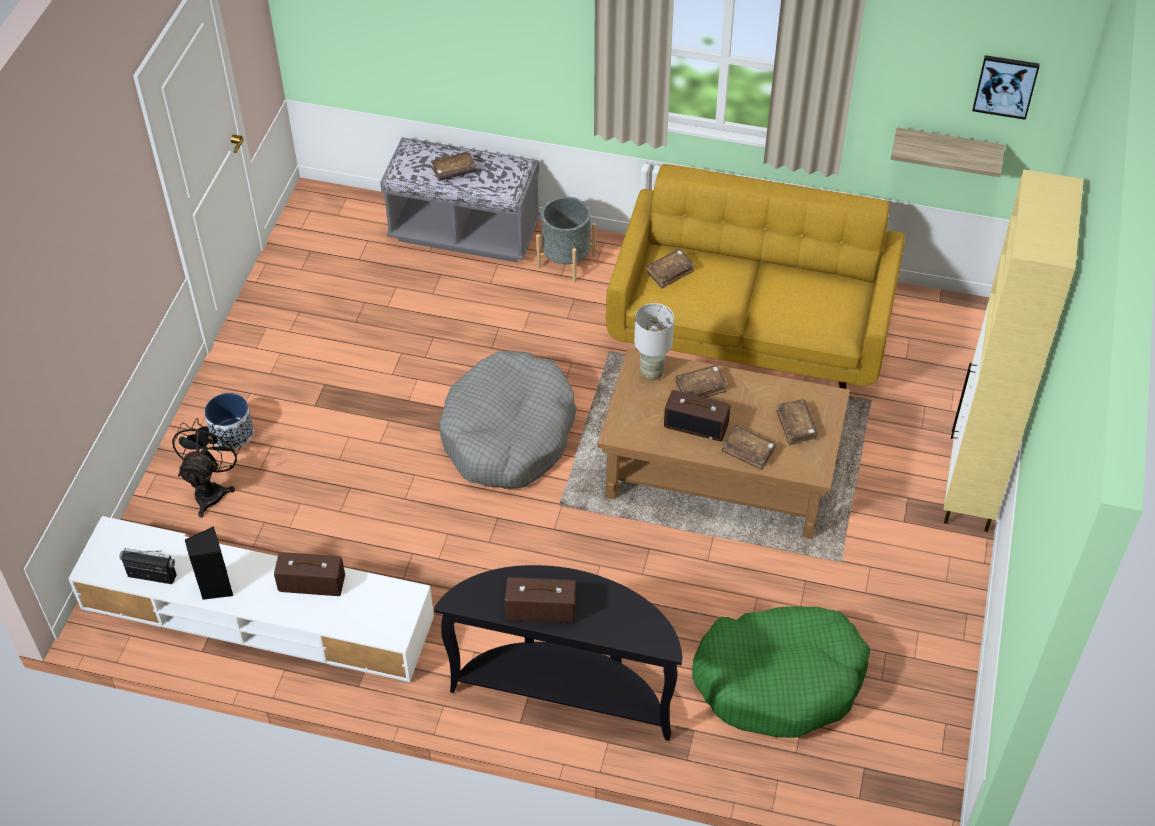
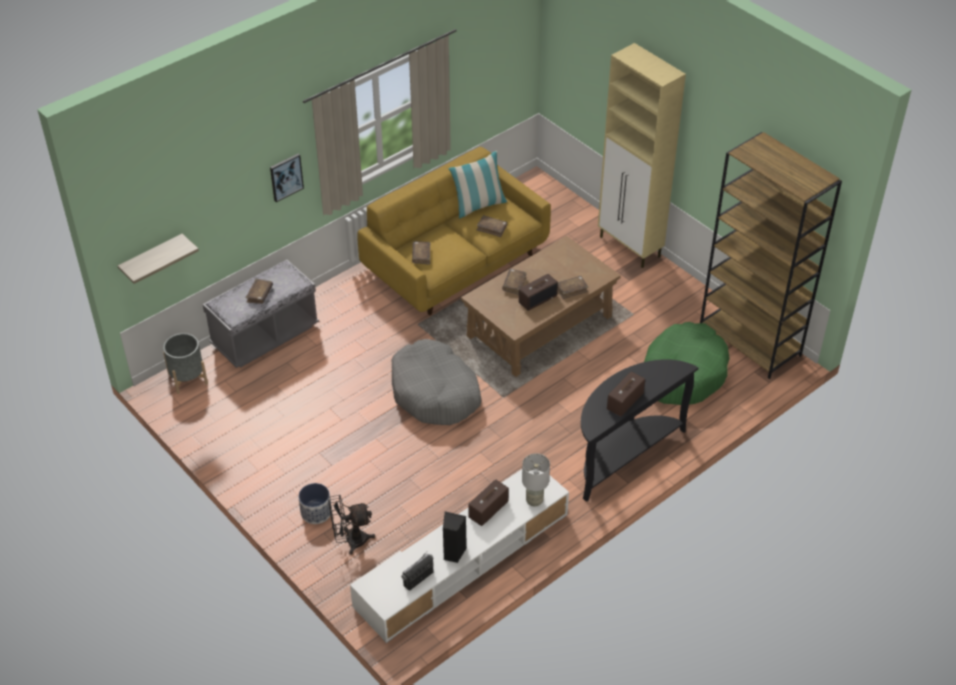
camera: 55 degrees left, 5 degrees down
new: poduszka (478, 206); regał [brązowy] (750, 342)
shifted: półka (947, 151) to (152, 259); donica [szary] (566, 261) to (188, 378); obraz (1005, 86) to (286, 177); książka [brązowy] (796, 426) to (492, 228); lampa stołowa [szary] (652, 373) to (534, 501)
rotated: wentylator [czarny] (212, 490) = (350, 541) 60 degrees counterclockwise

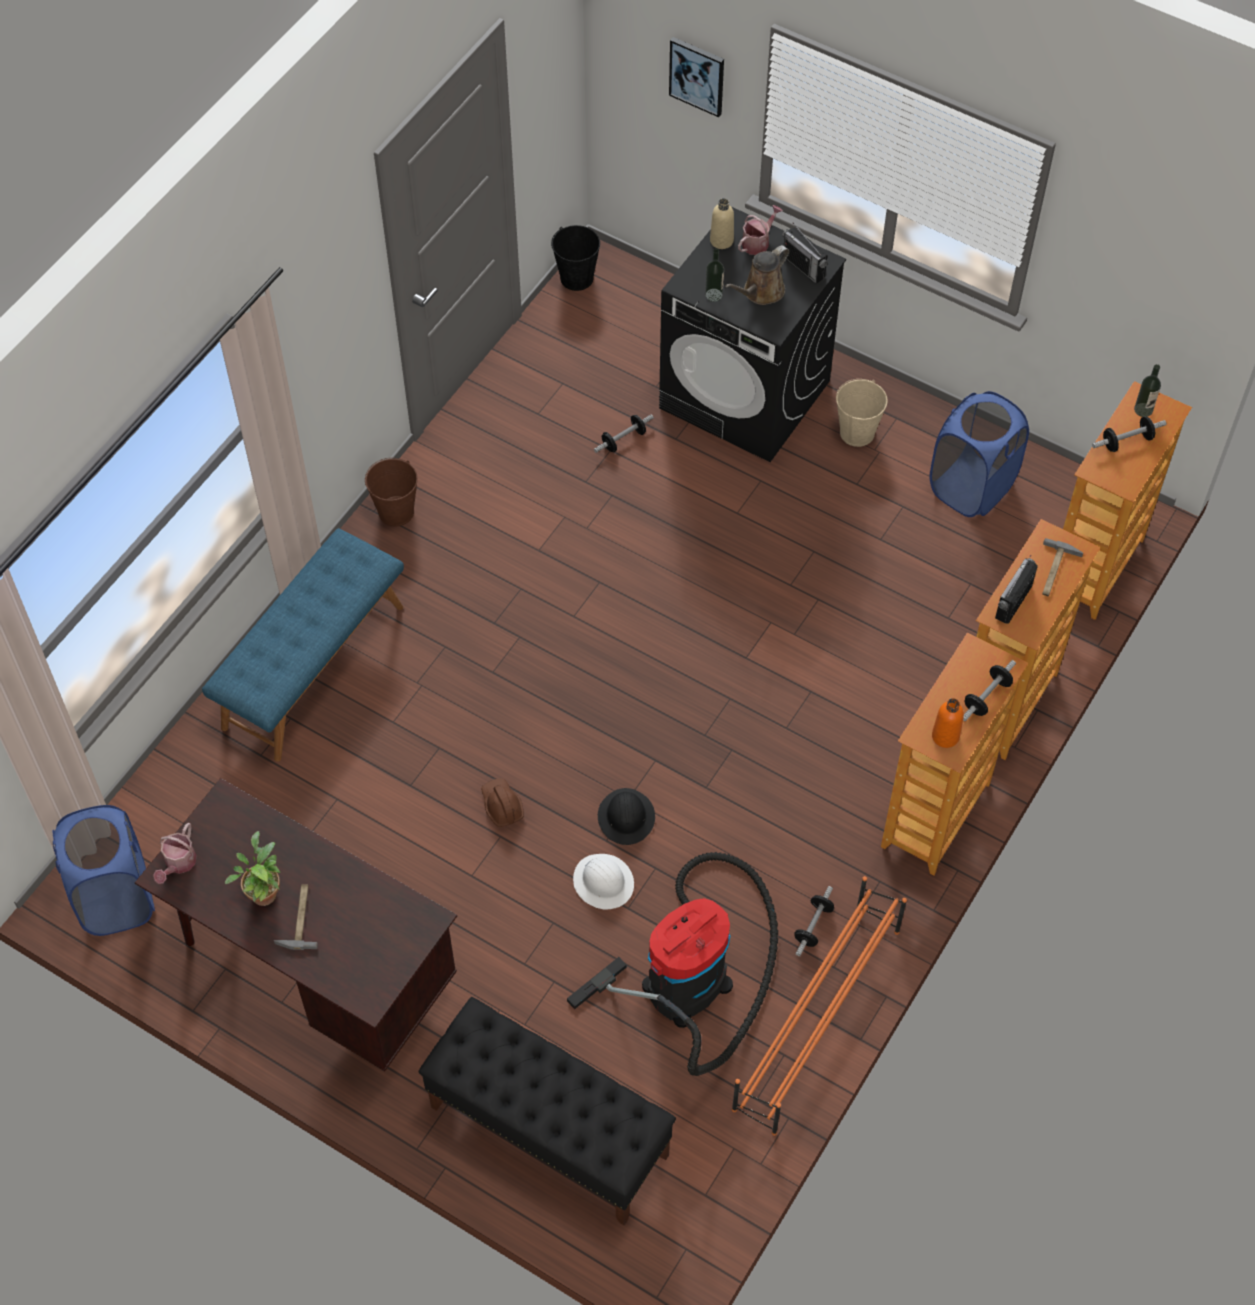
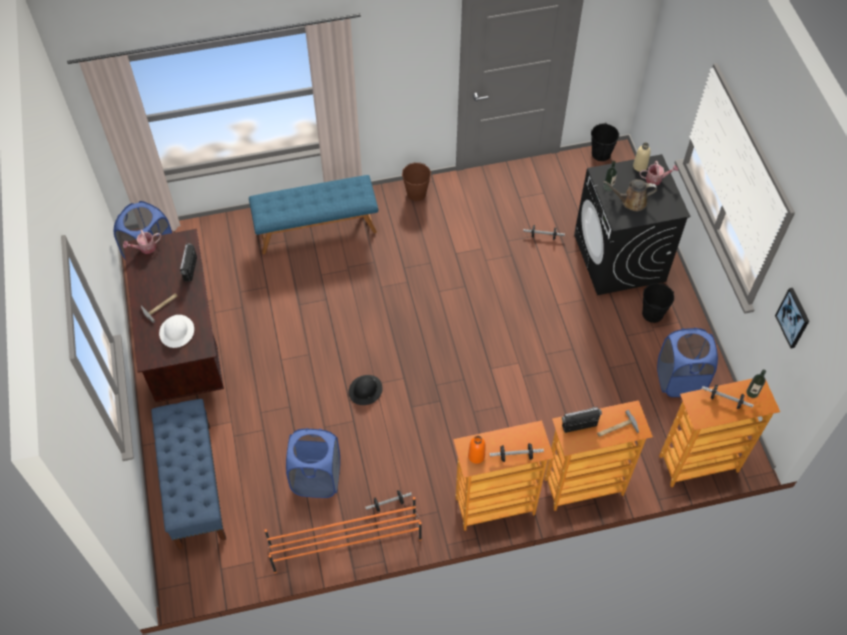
camera: 45 degrees right, 0 degrees up
gone: roślina doniczkowa (262, 892); kask [brązowy] (502, 805)
shifted: kask [biały] (603, 882) to (177, 332); radio (803, 267) to (190, 269); obraz (697, 75) to (793, 318)
swapped: odkurzacz (693, 978) to kosz na pranie [niebieski] (316, 478)
repainted: ławka [czarny] (548, 1131) to ławka [niebieski] (194, 485); wiadro [beżowy] (857, 432) to wiadro [czarny] (652, 313)

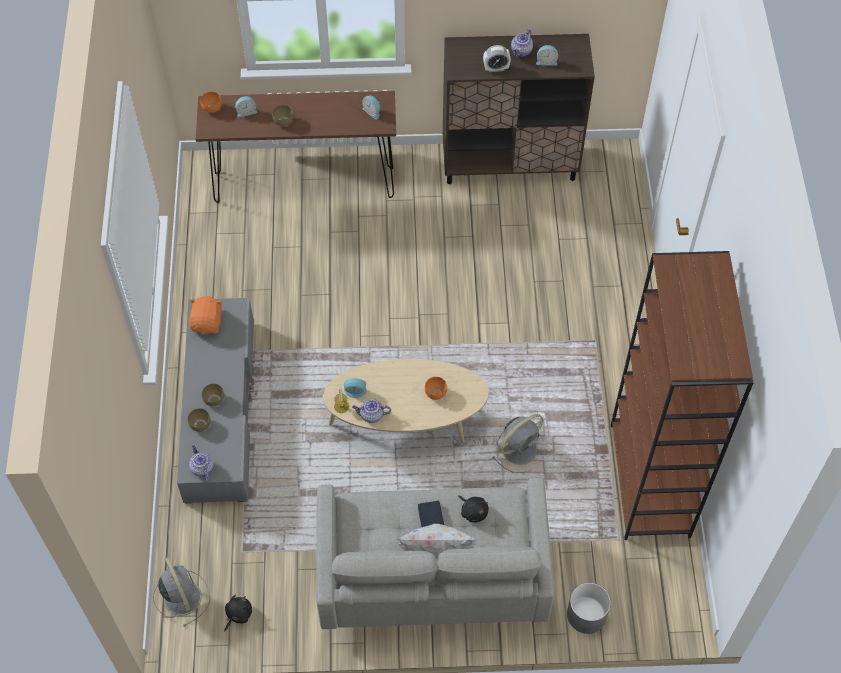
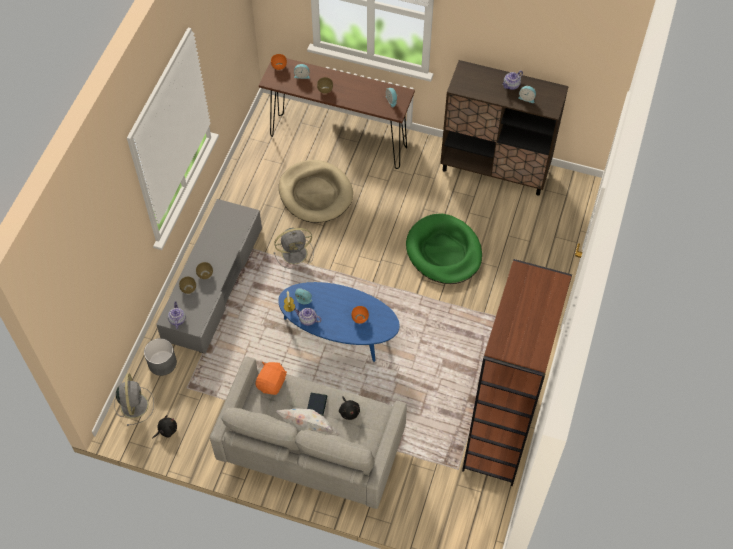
camera: 20 degrees right, 0 degrees up
gone: budzik (496, 68)
new: legowisko [beżowy] (315, 193); legowisko [zielony] (444, 251)
shifted: donica [szary] (586, 615) to (162, 363); pluszak [pomarańczowy] (207, 323) to (272, 383); wentylator [szary] (520, 449) to (295, 253)
repainted: ława [beżowy] (406, 422) to ława [niebieski] (339, 334)

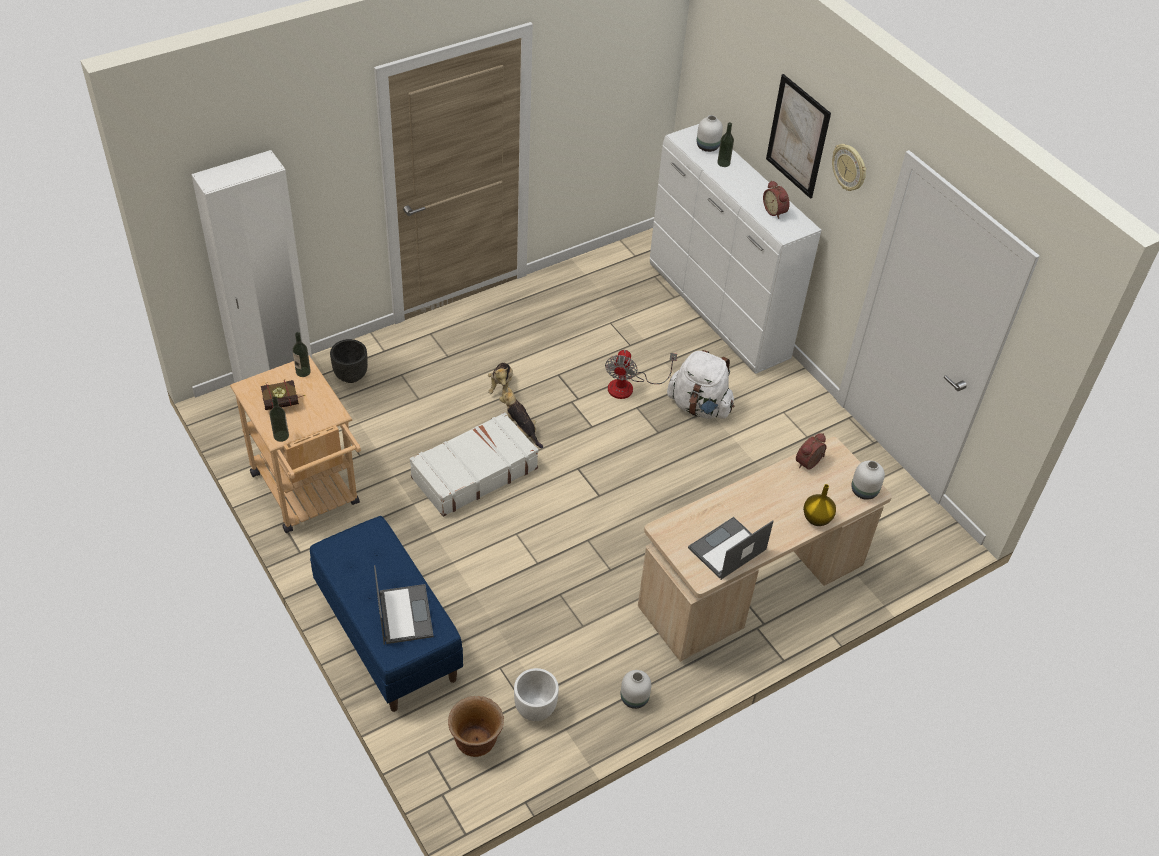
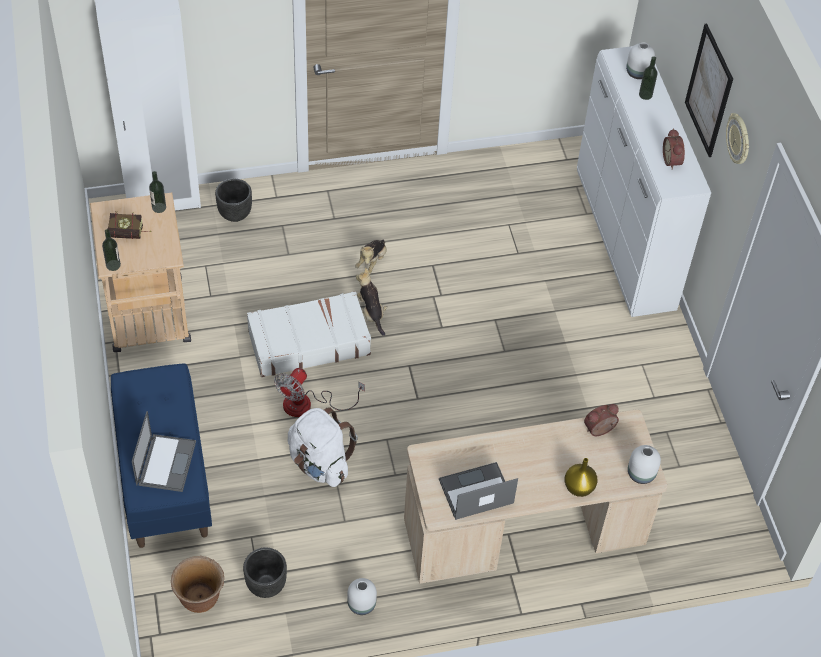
camera: 20 degrees right, 5 degrees up
shifted: wentylator (629, 386) to (308, 404); plecak [biały] (699, 407) to (320, 464)
repainted: donica [biały] (535, 709) to donica [czarny] (265, 586)

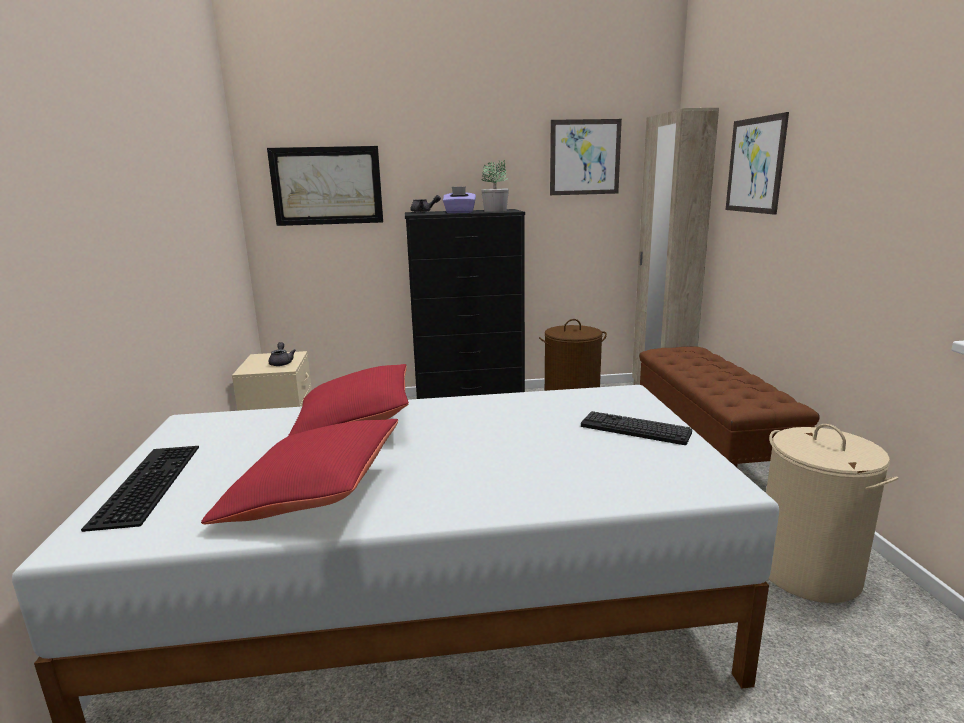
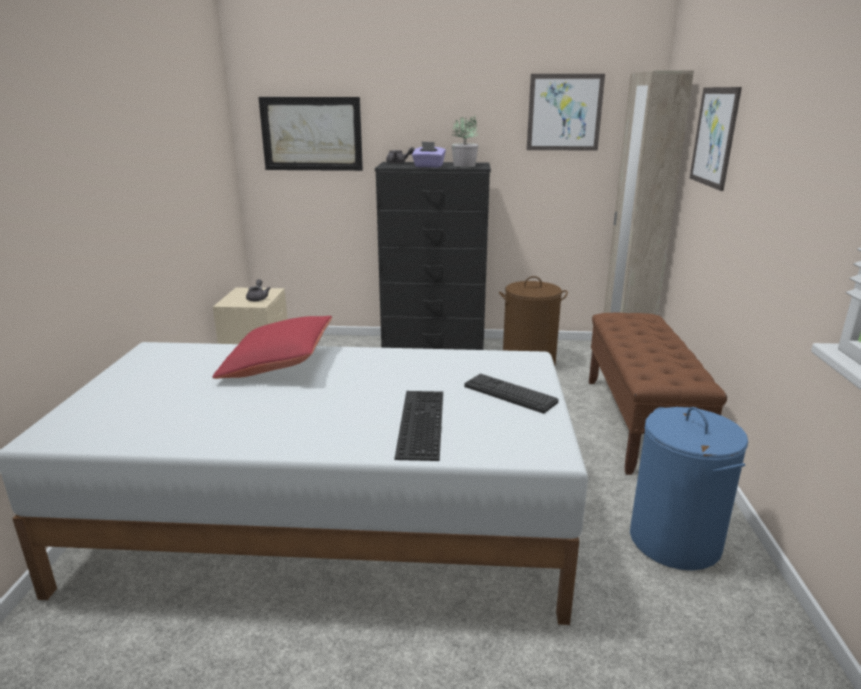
camera: 10 degrees right, 5 degrees up
gone: poduszka [czerwony] (312, 494)
shifted: klawiatura (145, 483) to (418, 422)
repainted: kosz na pranie [beżowy] (809, 572) to kosz na pranie [niebieski] (675, 541)

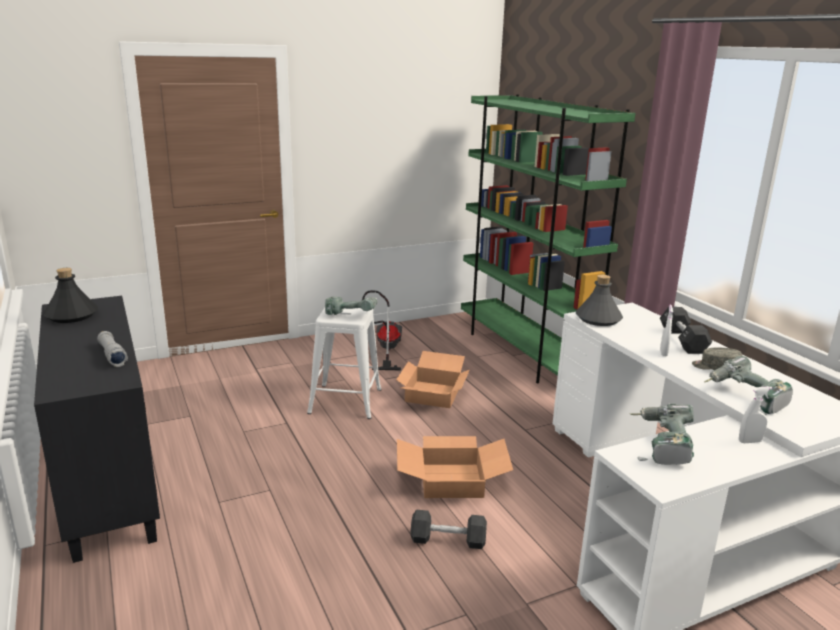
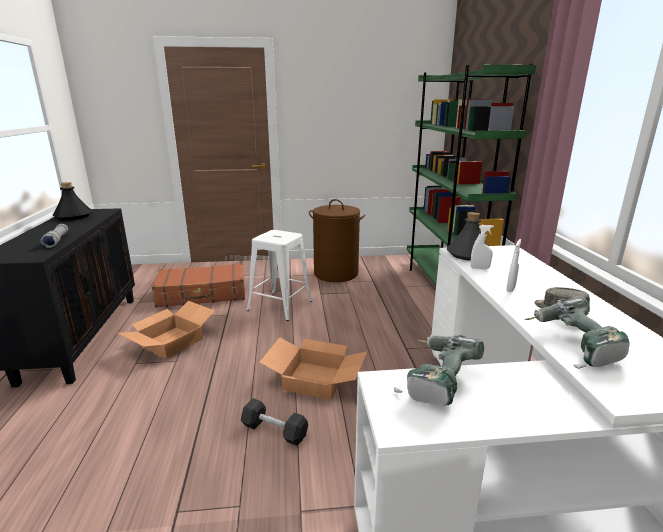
camera: 20 degrees right, 0 degrees up
gone: wiertarka (352, 314); hantel [czarny] (682, 341)
new: walizka [brązowy] (202, 294)
shifted: karton (432, 393) to (171, 341); spryskiwacz [biały] (750, 441) to (479, 268)
swapped: odkurzacz (385, 349) to kosz na pranie [brązowy] (336, 273)

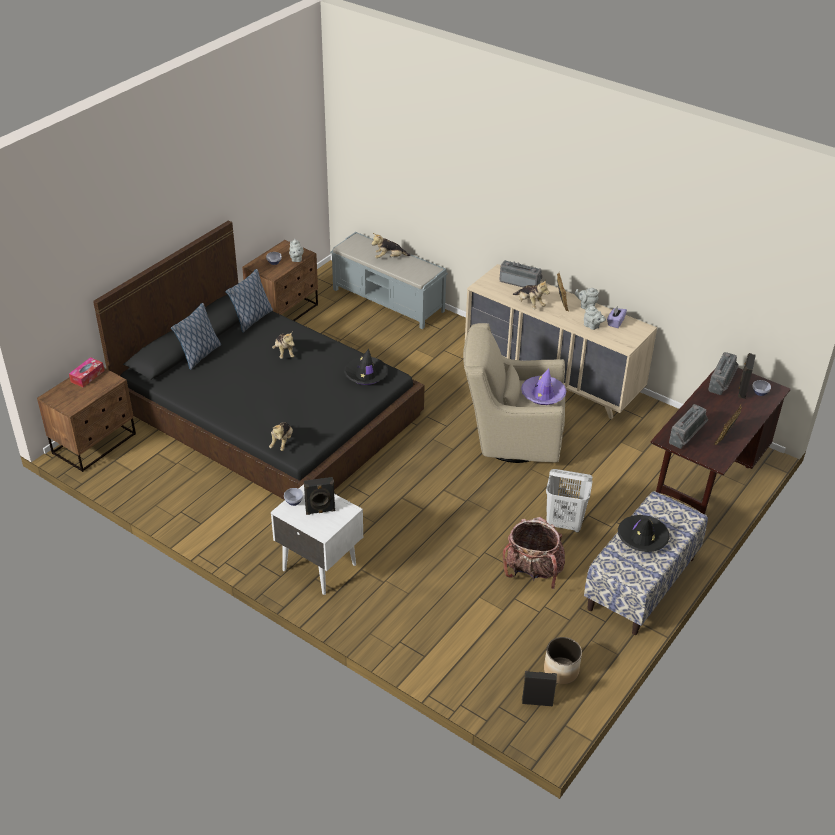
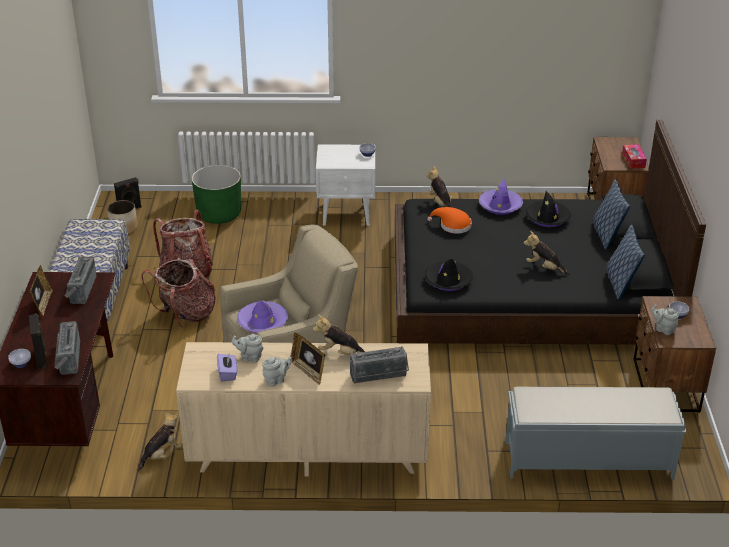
camera: 145 degrees right, 5 degrees down
gone: głośnik [czarny] (320, 511)
new: donica [zielony] (219, 214); kapelusz [pomarańczowy] (452, 225); kapelusz [fioletowy] (500, 206)
shifted: pluszak (389, 258) to (162, 454); kapelusz [czarny] (642, 538) to (547, 218)
swapped: kosz na pranie [biały] (564, 523) to plecak (186, 314)

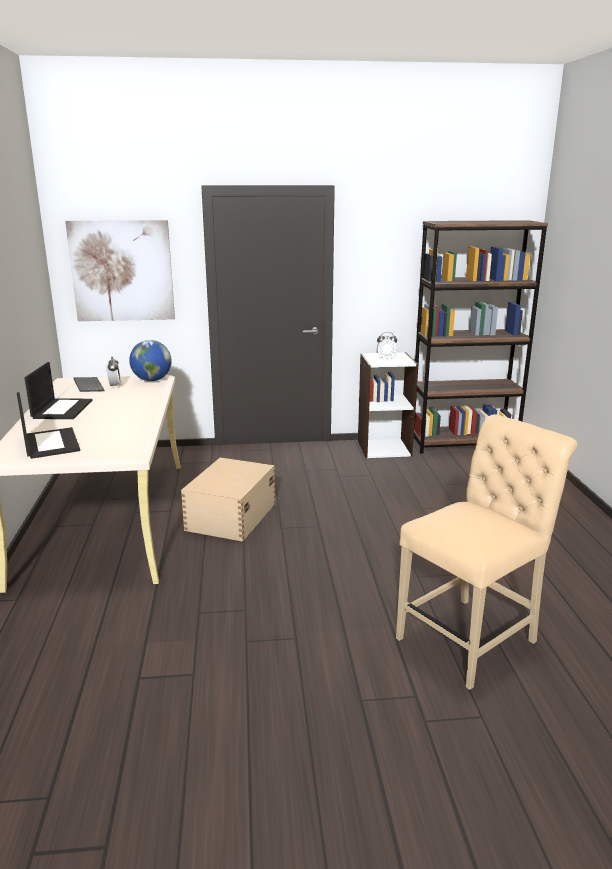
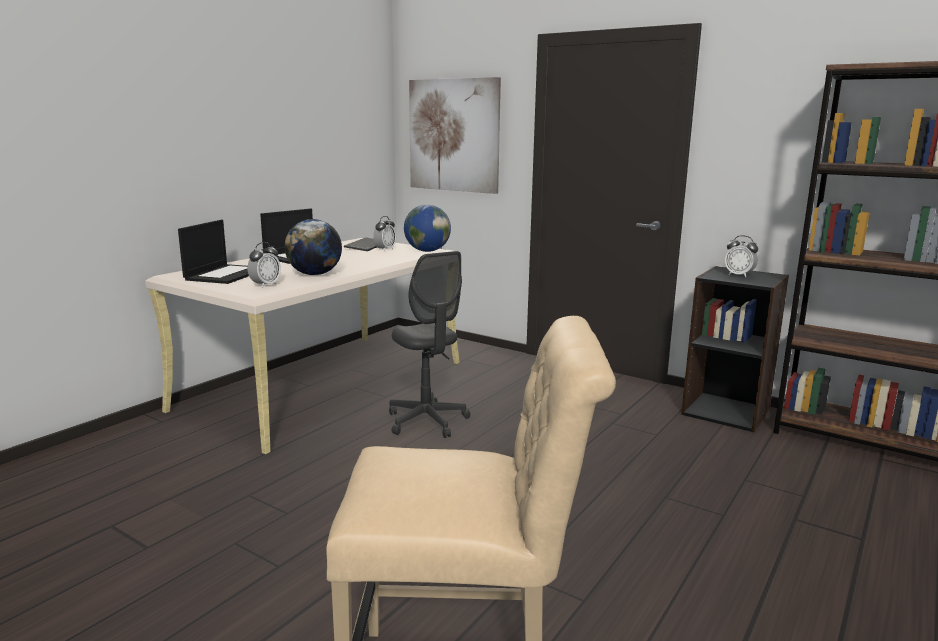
camera: 40 degrees right, 5 degrees down
new: budzik (265, 285); globus (315, 274)
swapped: pojemnik do przechowywania [beżowy] (230, 517) to krzesło biurowe [szary] (427, 421)
repainted: regał [biały] (384, 448) to regał [czarny] (726, 411)

